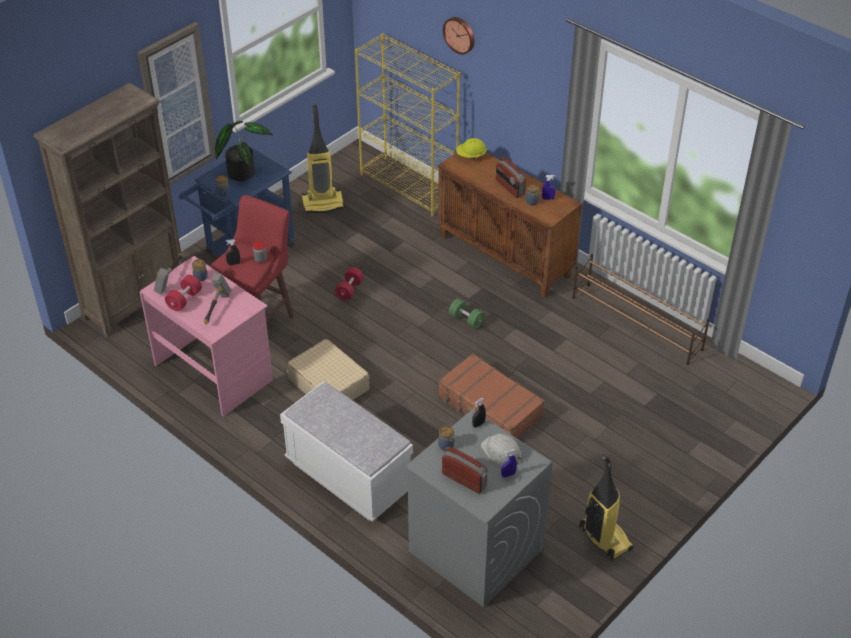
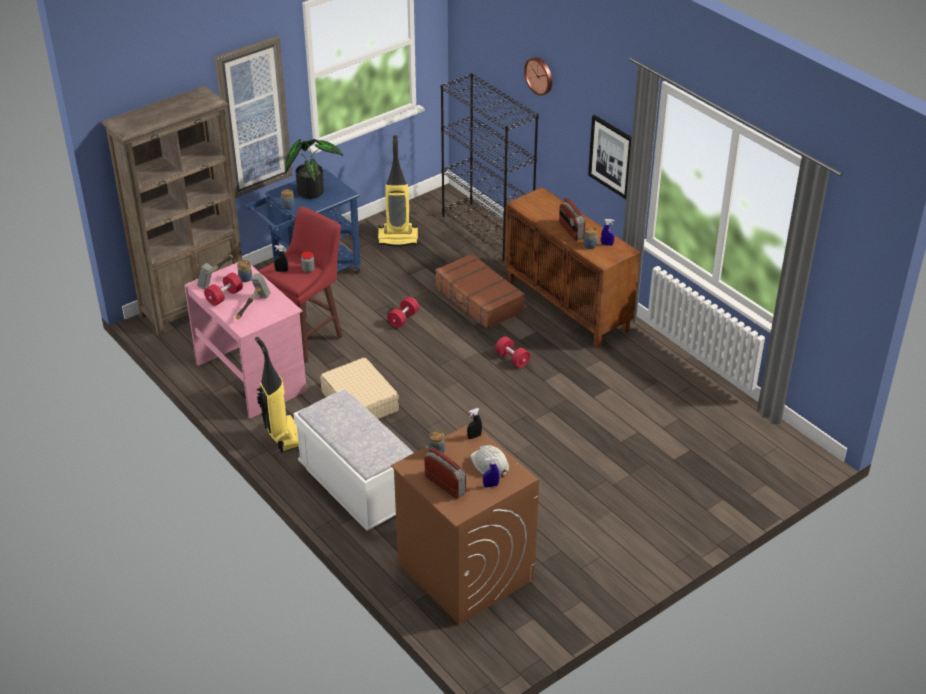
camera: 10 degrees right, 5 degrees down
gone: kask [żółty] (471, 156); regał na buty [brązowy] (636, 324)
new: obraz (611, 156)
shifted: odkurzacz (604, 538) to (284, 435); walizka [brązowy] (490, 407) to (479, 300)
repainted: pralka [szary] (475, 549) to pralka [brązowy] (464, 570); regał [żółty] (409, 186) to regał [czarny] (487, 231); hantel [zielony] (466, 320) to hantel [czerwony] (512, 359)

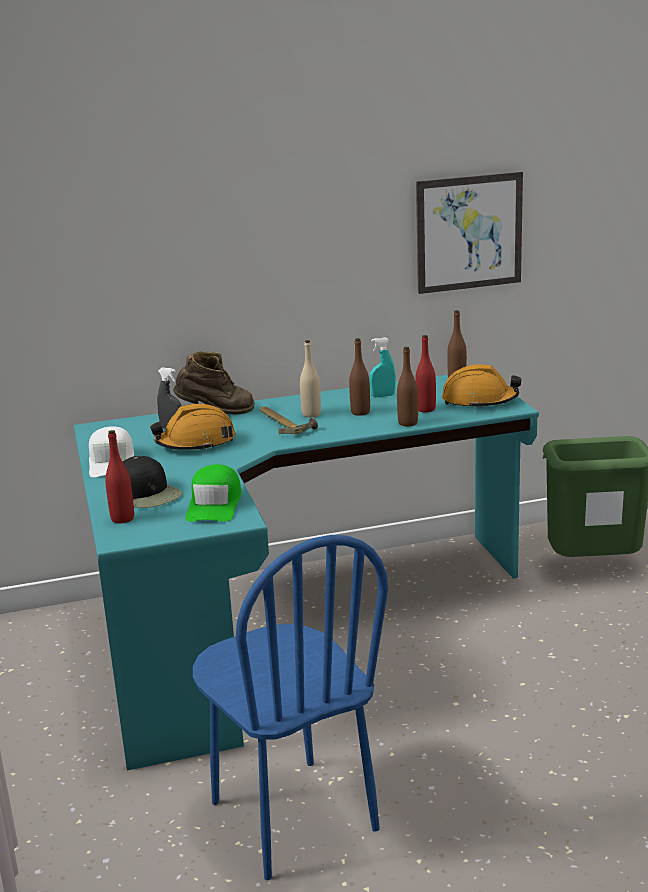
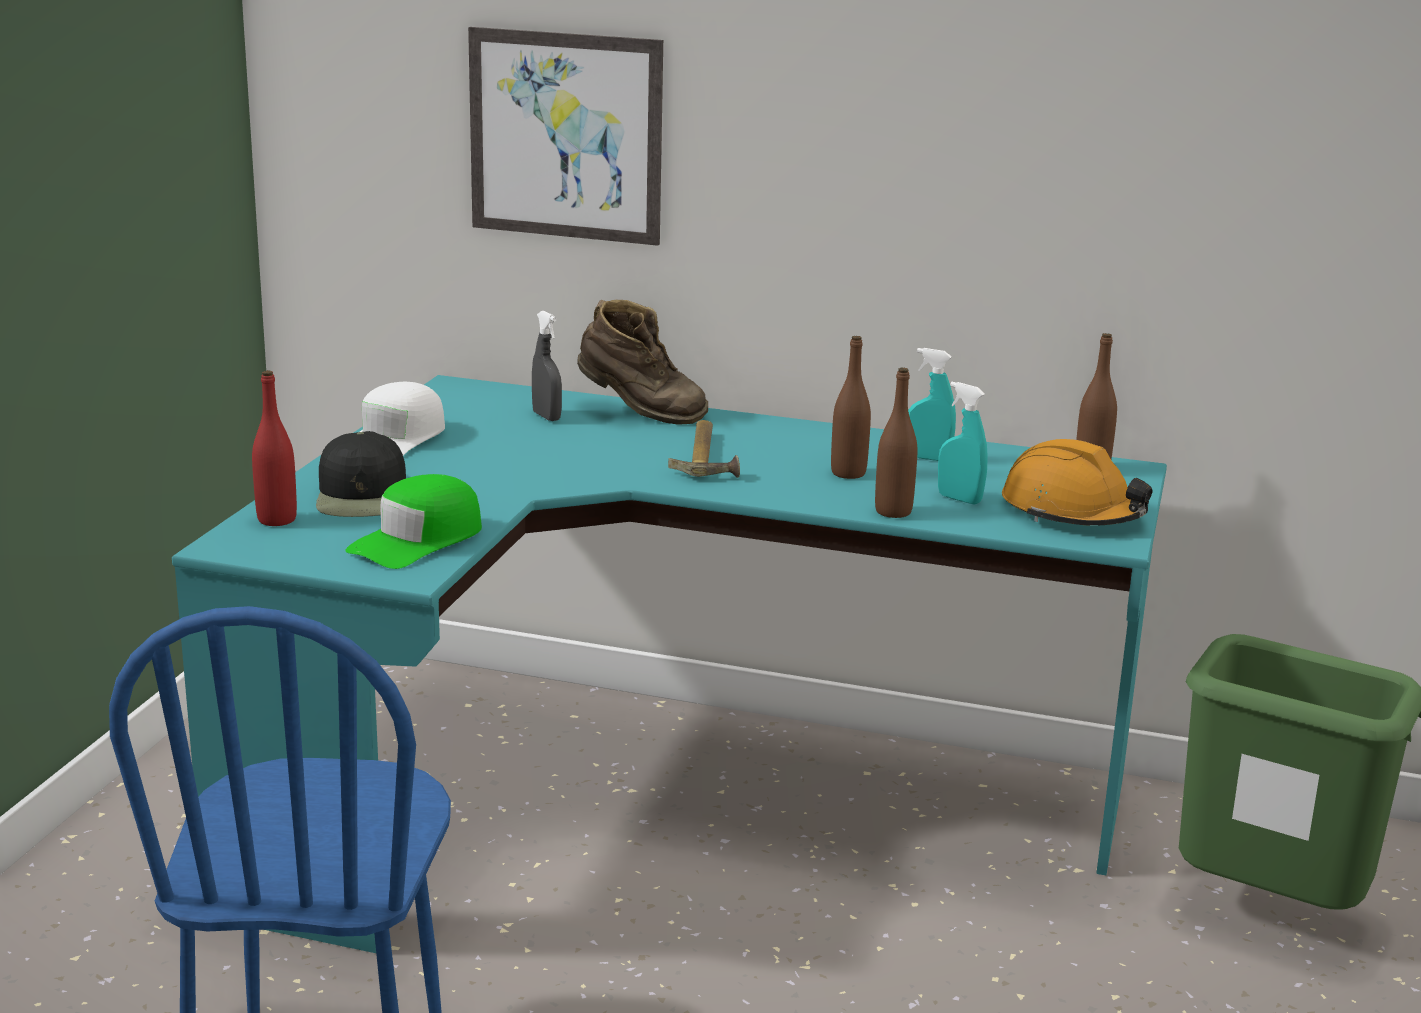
camera: 30 degrees right, 0 degrees up
gone: kask [pomarańczowy] (196, 443); butelka [beżowy] (311, 414)
shifted: obraz (469, 232) to (565, 136)
swapped: butelka [czerwony] (426, 409) to spryskiwacz [turkusowy] (959, 499)

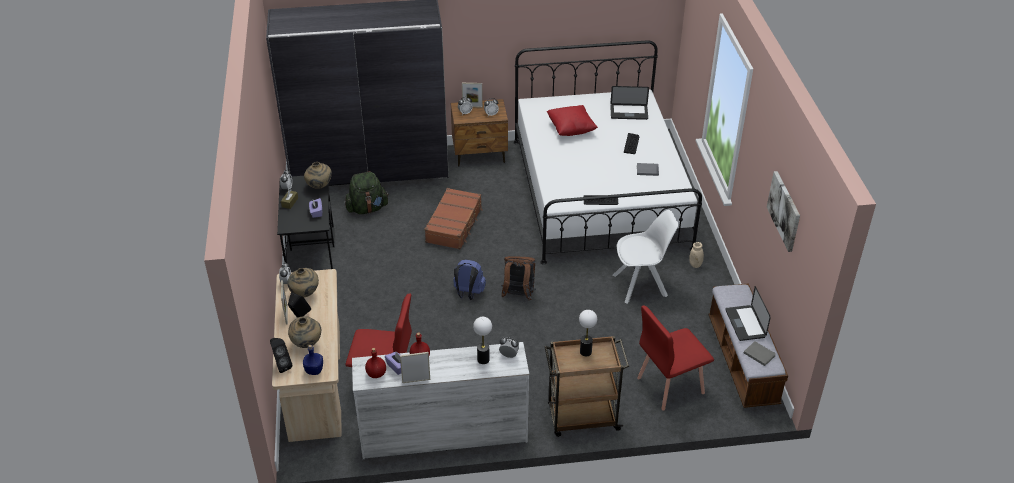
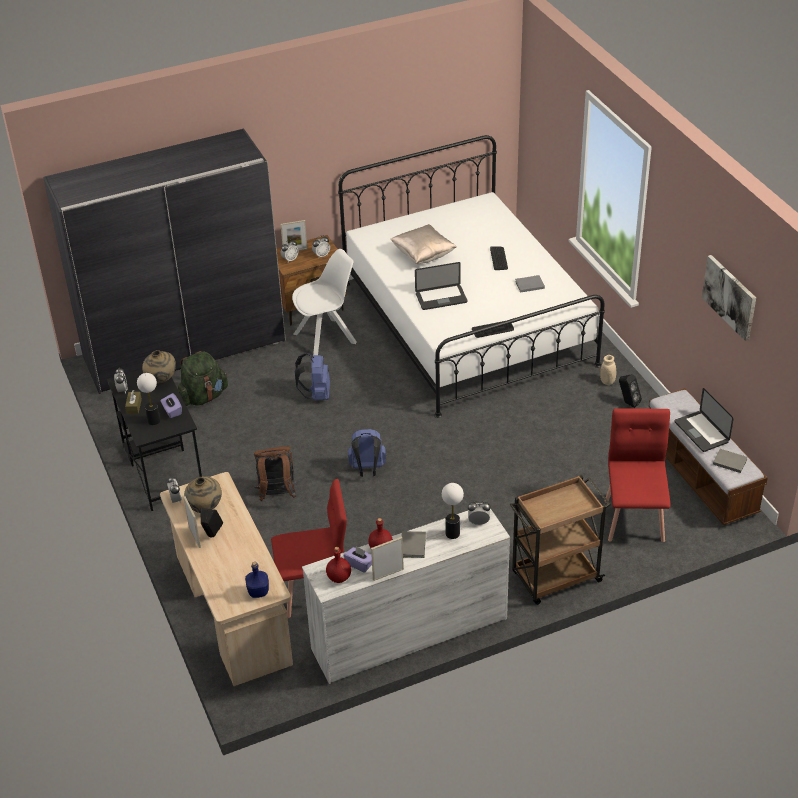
camera: 15 degrees left, 0 degrees up
gone: wazon [beżowy] (307, 344)
new: książka [szary] (413, 545)
shifted: lampa stołowa (585, 352) to (153, 421); plecak [brązowy] (518, 295) to (277, 495); krzesło [biały] (641, 285) to (326, 338); laptop (629, 113) to (441, 298); głośnik [czarny] (281, 365) to (628, 403)
swapped: walizka [brązowy] (454, 225) to plecak [niebieski] (316, 394)
repainted: poduszka [czerwony] (571, 129) to poduszka [beżowy] (423, 255)
rotated: krzesło [czerwony] (669, 385) = (634, 520) 135 degrees clockwise

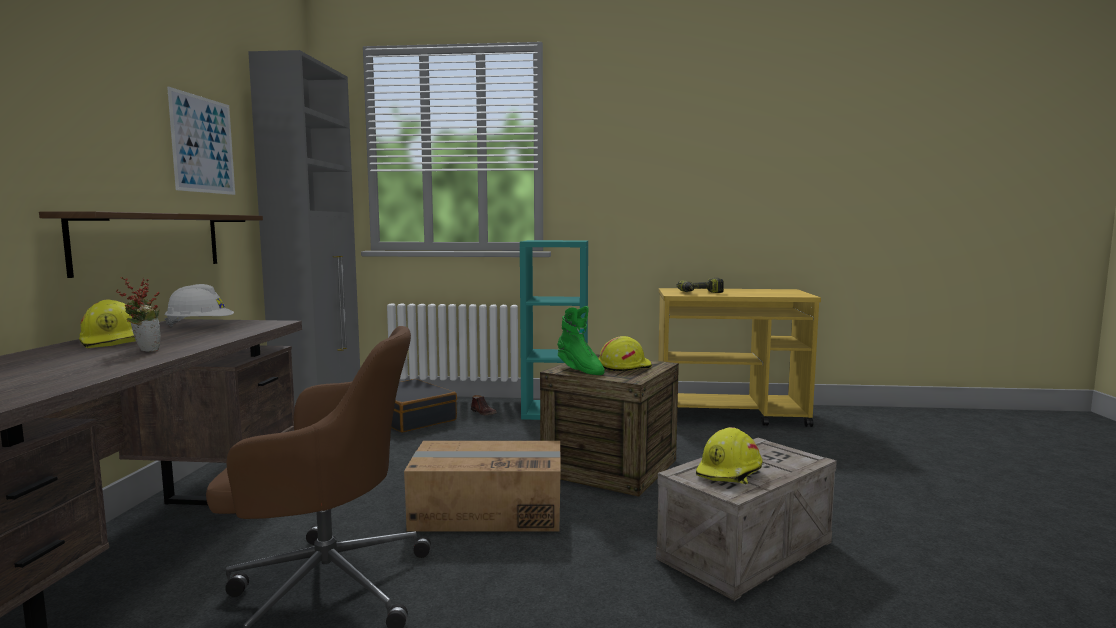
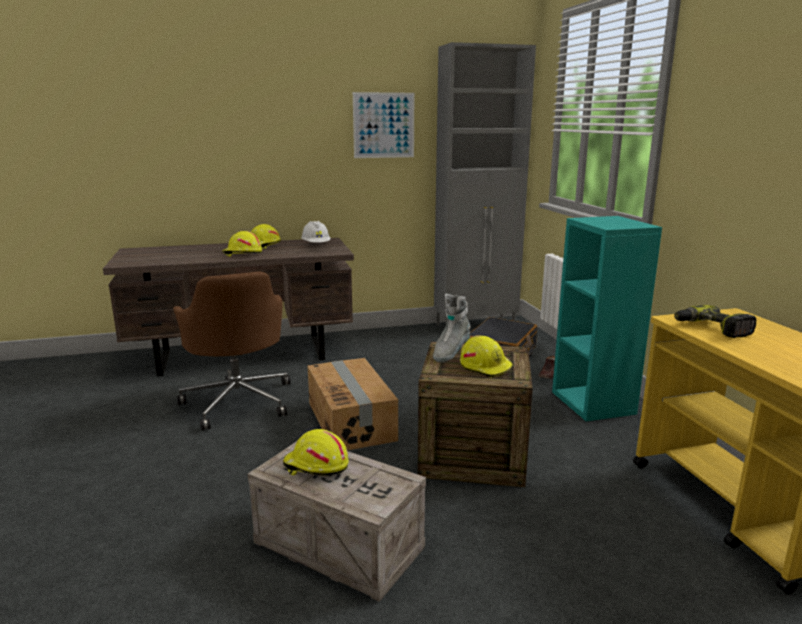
camera: 70 degrees right, 10 degrees up
gone: półka (150, 242)
swapped: roślina doniczkowa (144, 350) to kask [żółty] (242, 254)
repainted: but z cholewką [zielony] (579, 370) to but z cholewką [szary] (450, 353)

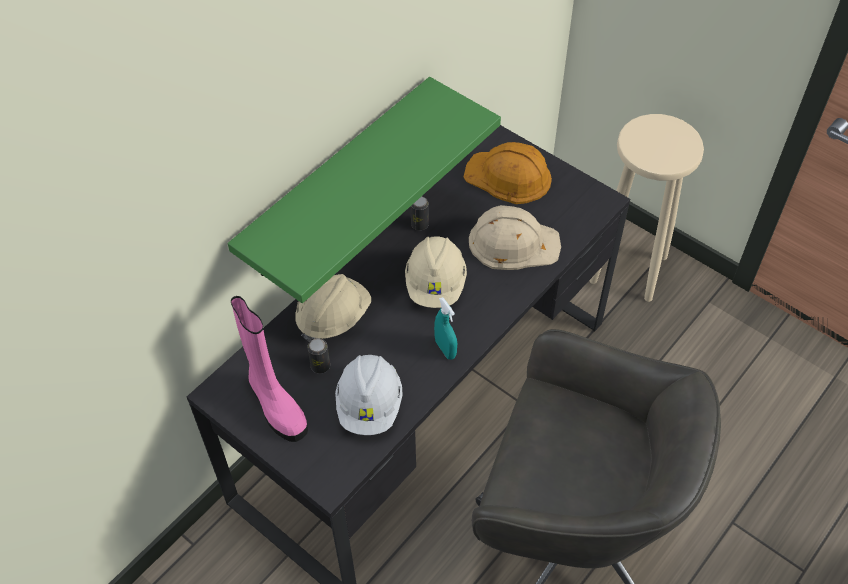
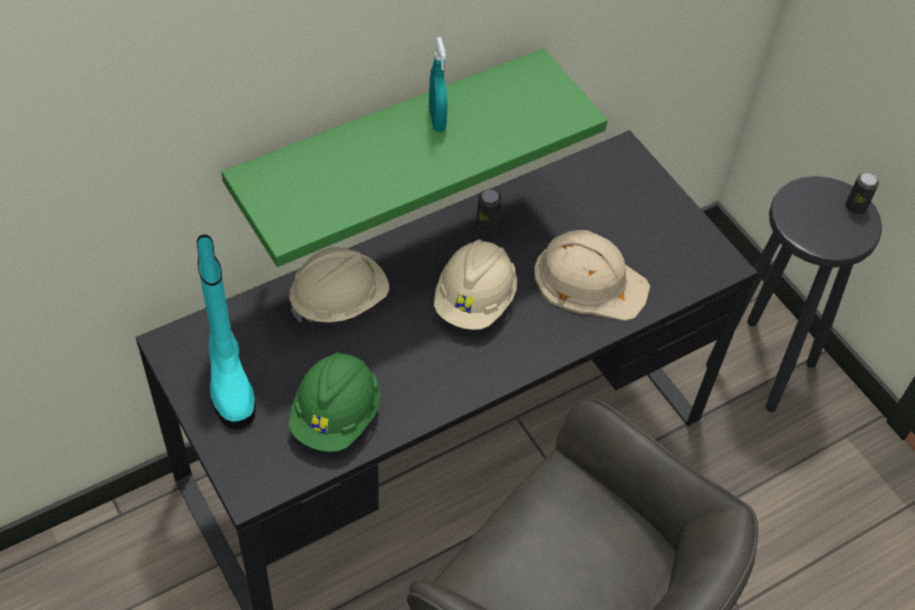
camera: 15 degrees right, 0 degrees up
gone: kask [pomarańczowy] (509, 176)
shifted: spryskiwacz [turkusowy] (445, 349) to (437, 120); puszka (320, 366) to (855, 207)
repainted: but z cholewką [różowy] (275, 405) to but z cholewką [turkusowy] (229, 380); kask [biały] (370, 405) to kask [zielony] (336, 416); stołek [beżowy] (629, 269) to stołek [czarny] (762, 365)

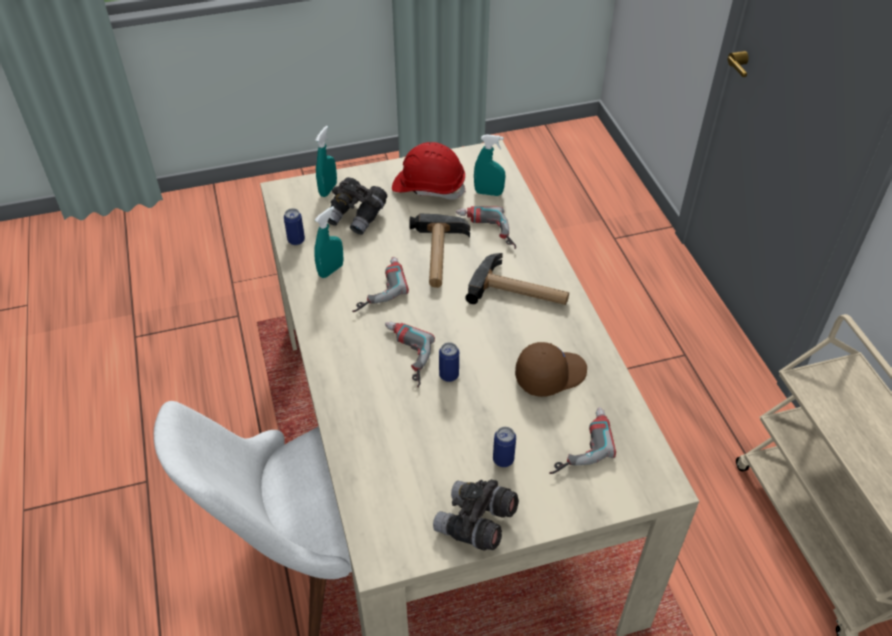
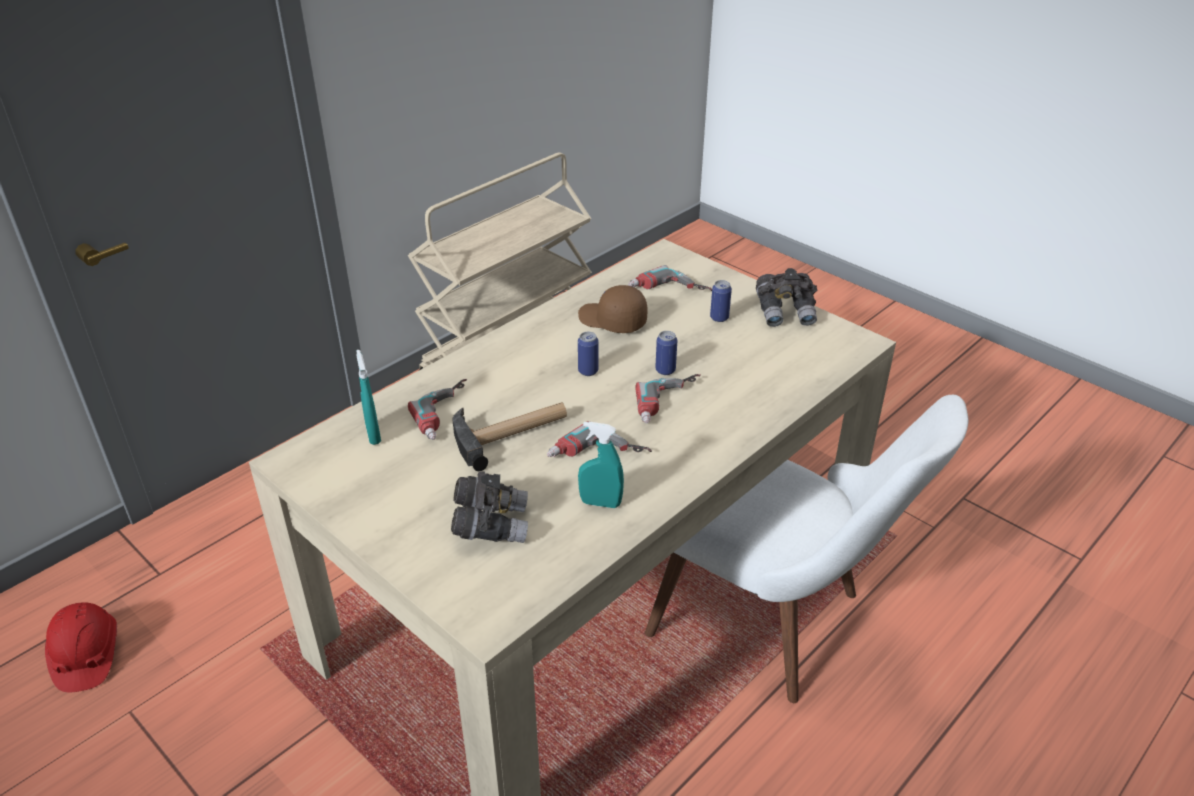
camera: 120 degrees left, 10 degrees down
gone: spryskiwacz [turkusowy] (328, 189); młotek (520, 292)
shifted: kask [czerwony] (428, 187) to (86, 657); puszka (296, 240) to (588, 371)

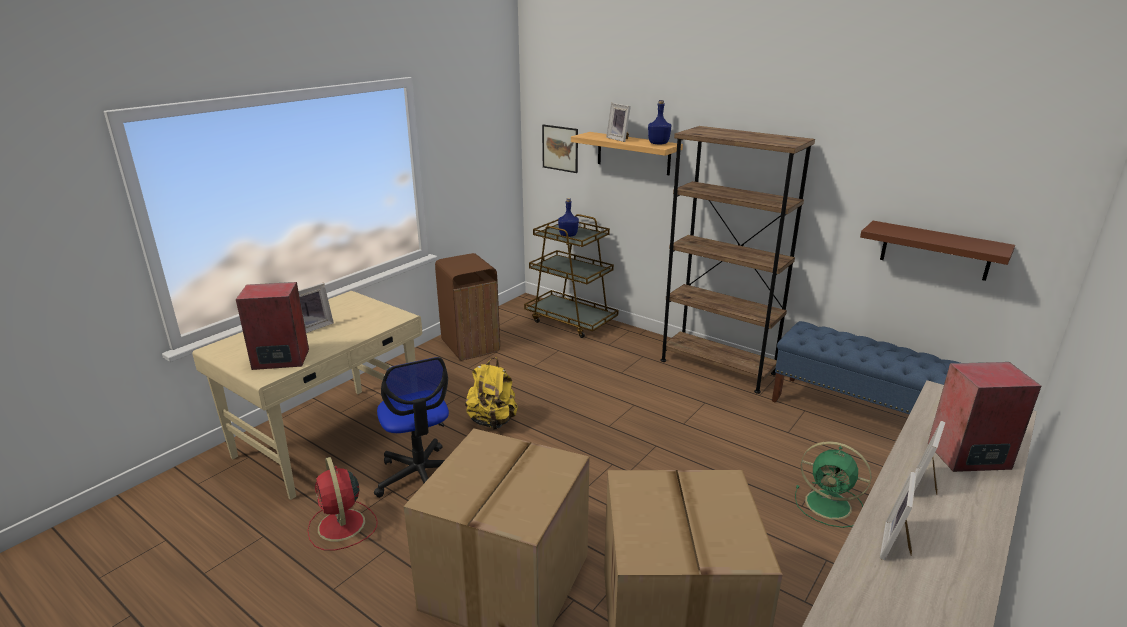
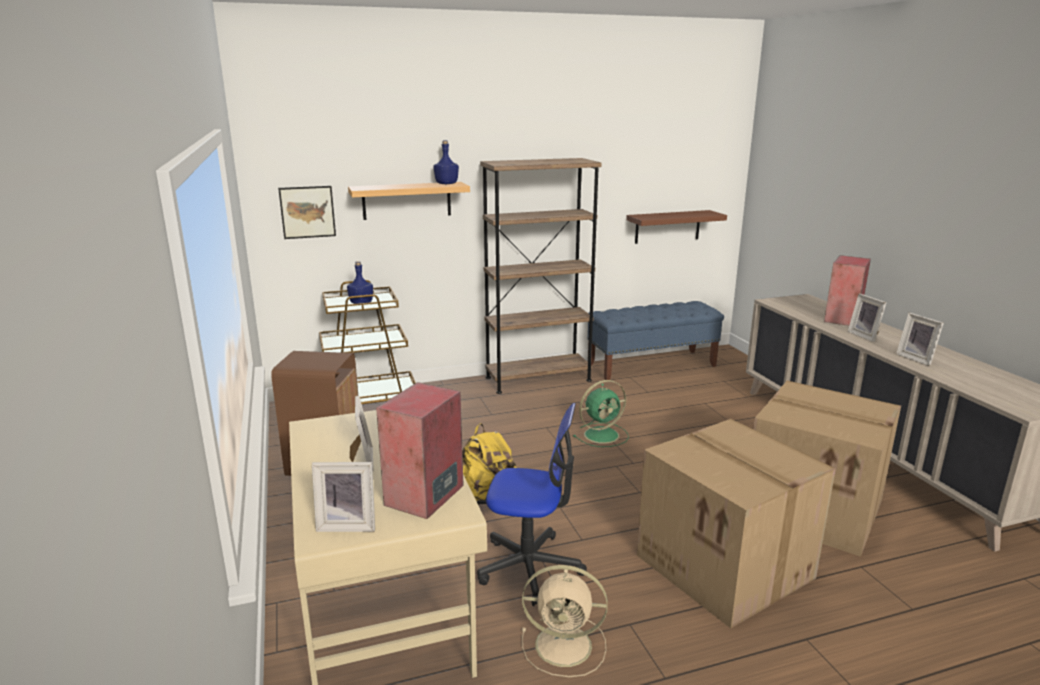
camera: 55 degrees left, 5 degrees down
shifted: ramka na zdjęcie (619, 139) to (348, 524); wentylator [zielony] (830, 505) to (603, 435)
repainted: wentylator [czerwony] (342, 526) to wentylator [beżowy] (566, 645)

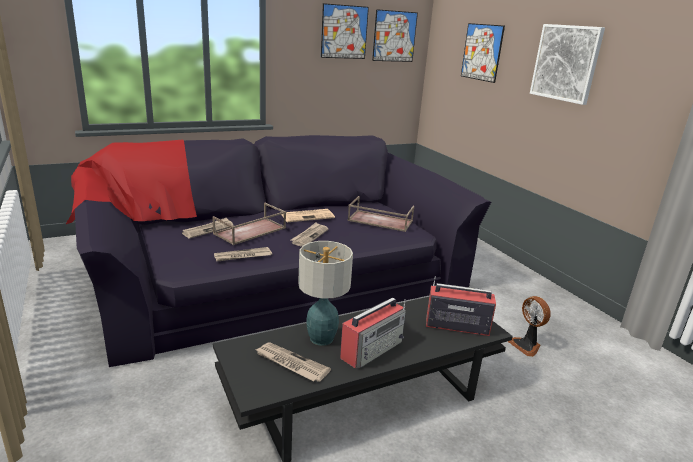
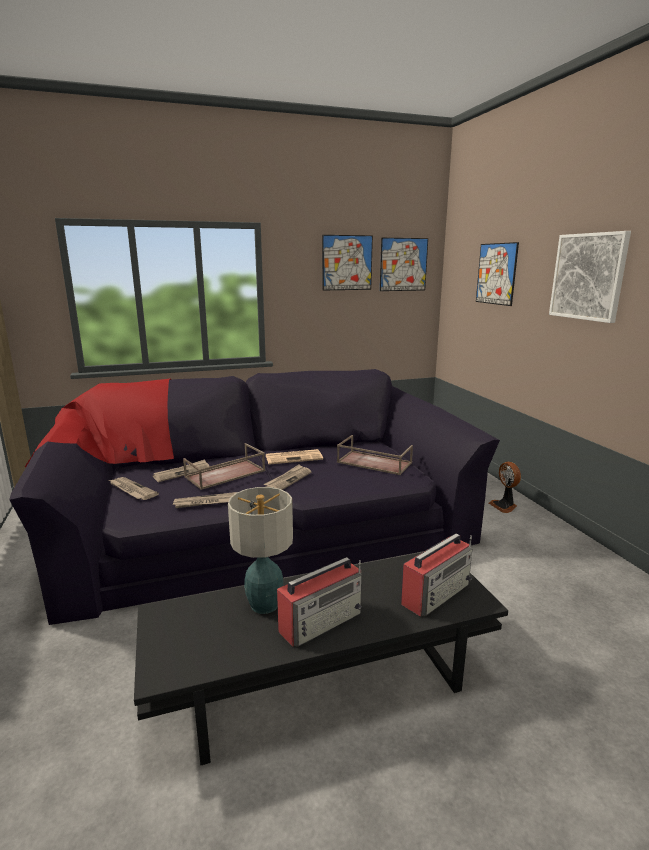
camera: 10 degrees right, 5 degrees down
shifted: gazeta (291, 364) to (131, 490); wentylator (526, 346) to (504, 506)
rotated: radio (456, 325) = (436, 593) 120 degrees clockwise

